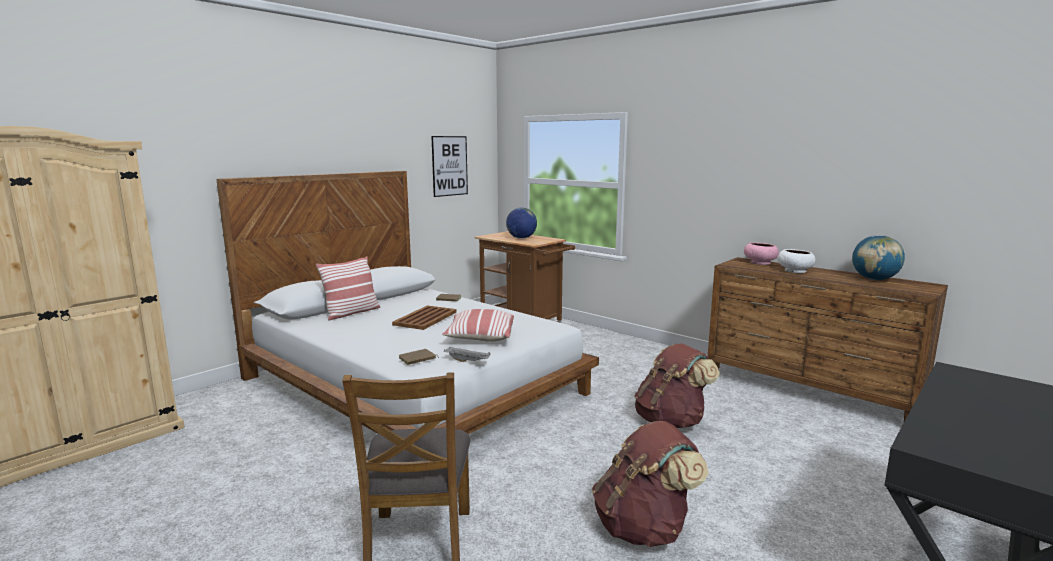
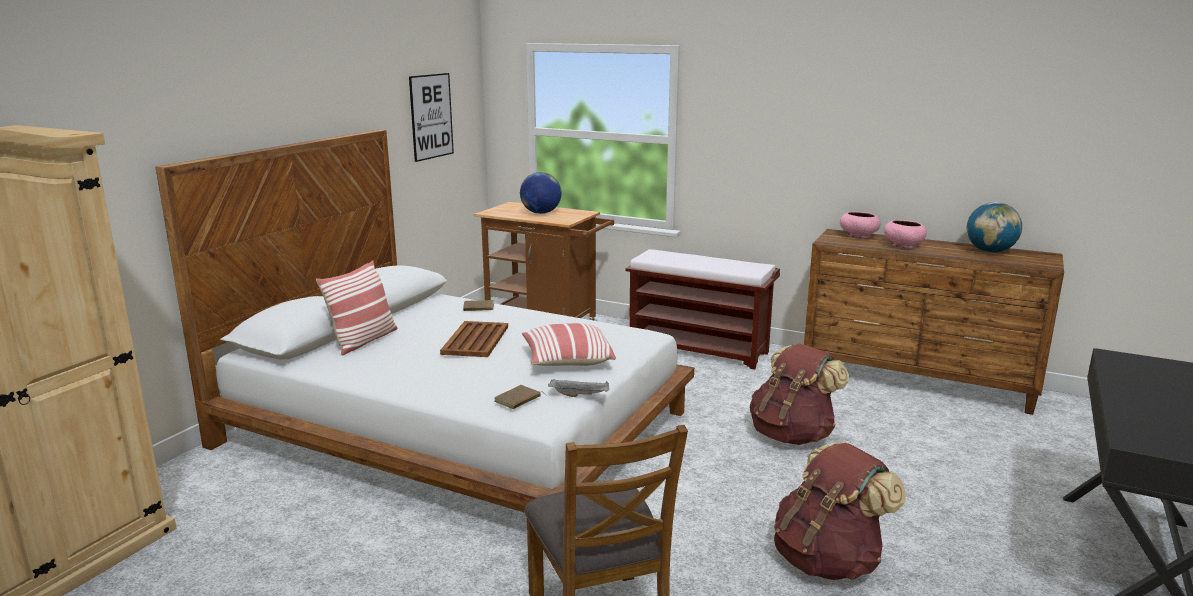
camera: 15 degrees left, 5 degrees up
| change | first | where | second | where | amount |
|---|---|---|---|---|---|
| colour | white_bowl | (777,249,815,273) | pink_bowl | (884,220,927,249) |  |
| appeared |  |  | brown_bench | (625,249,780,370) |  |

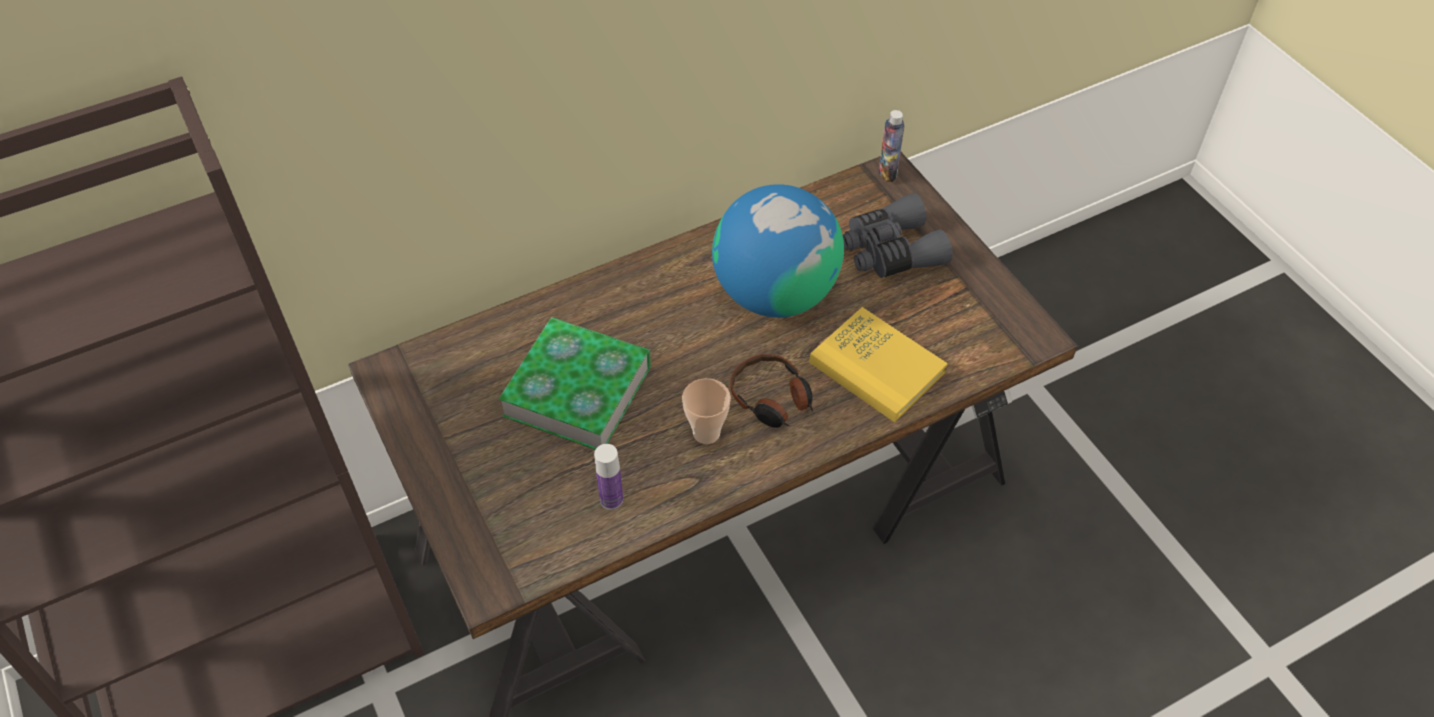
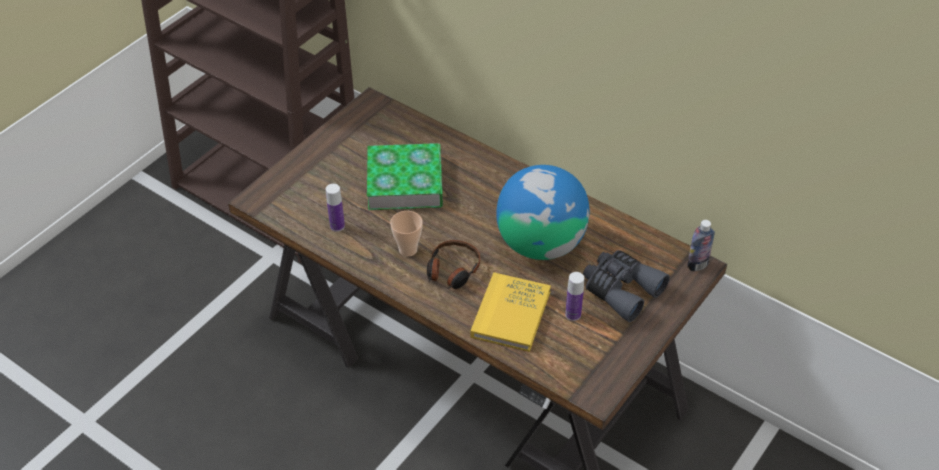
camera: 65 degrees right, 5 degrees down
| change | first | where | second | where | amount |
|---|---|---|---|---|---|
| appeared |  |  | bottle | (565,272,584,321) |  |

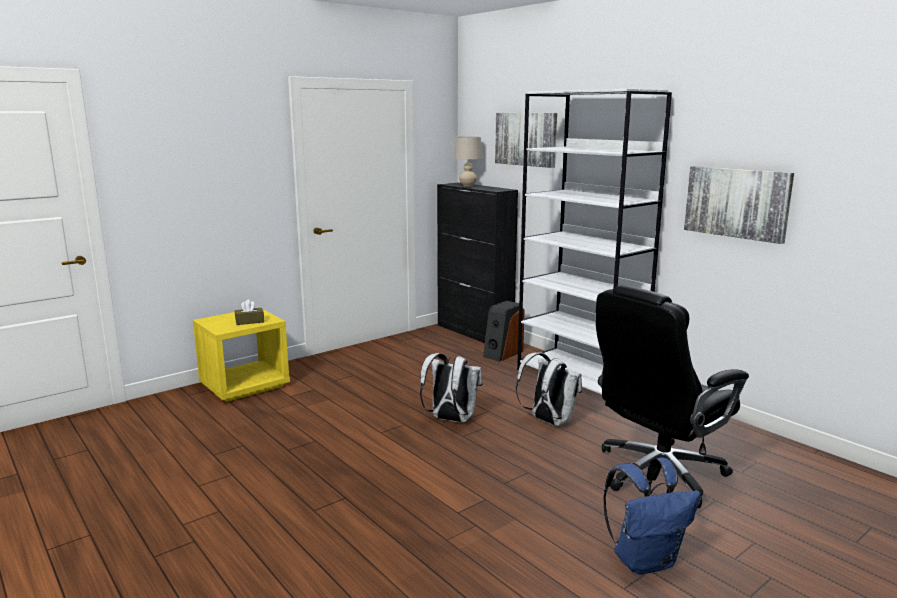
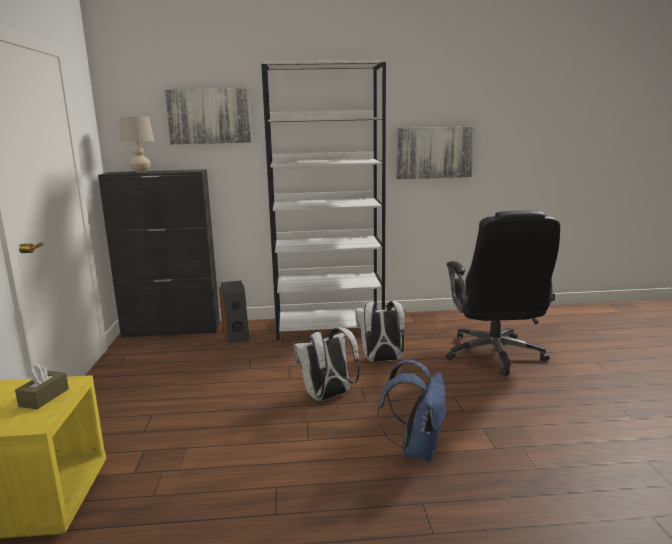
camera: 55 degrees left, 0 degrees up
| change | first | where | second | where | amount |
|---|---|---|---|---|---|
| relocated | blue_backpack | (603,458,701,575) |  | (377,360,447,462) |  |

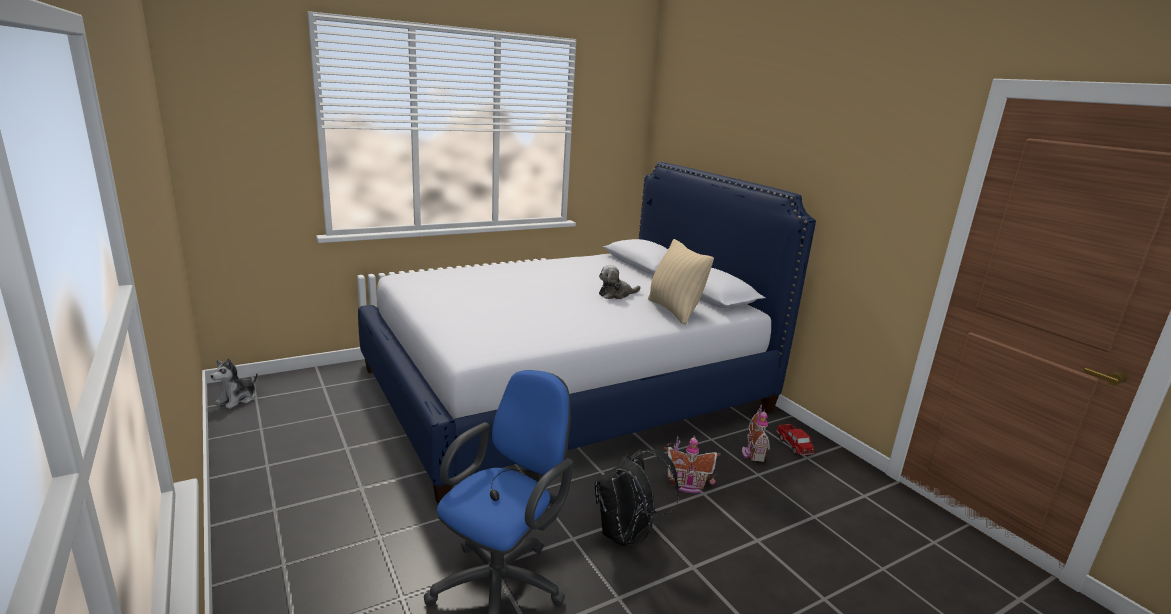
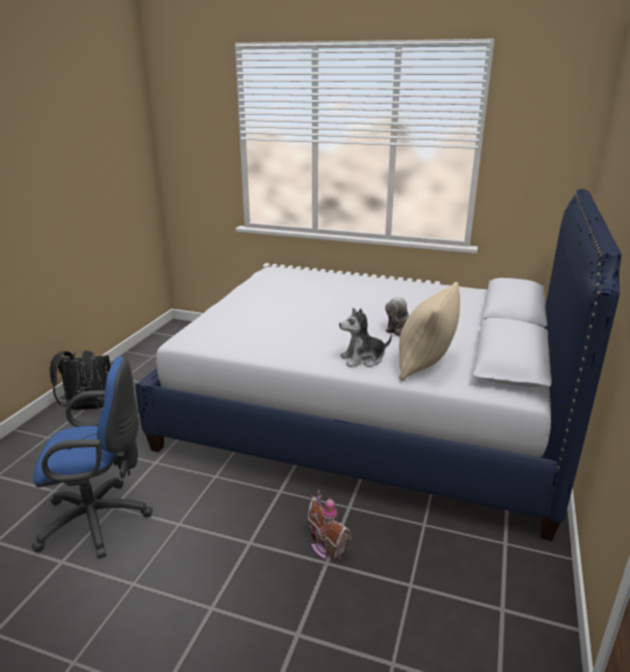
camera: 50 degrees right, 5 degrees up
| change | first | where | second | where | amount |
|---|---|---|---|---|---|
| relocated | plush_toy | (211,358,258,409) |  | (339,308,392,367) |  |
| relocated | black_backpack | (595,449,679,546) |  | (50,350,111,410) |  |
| missing | toy_house | (742,404,770,462) |  |  |  |
| missing | toy_truck | (776,424,814,455) |  |  |  |

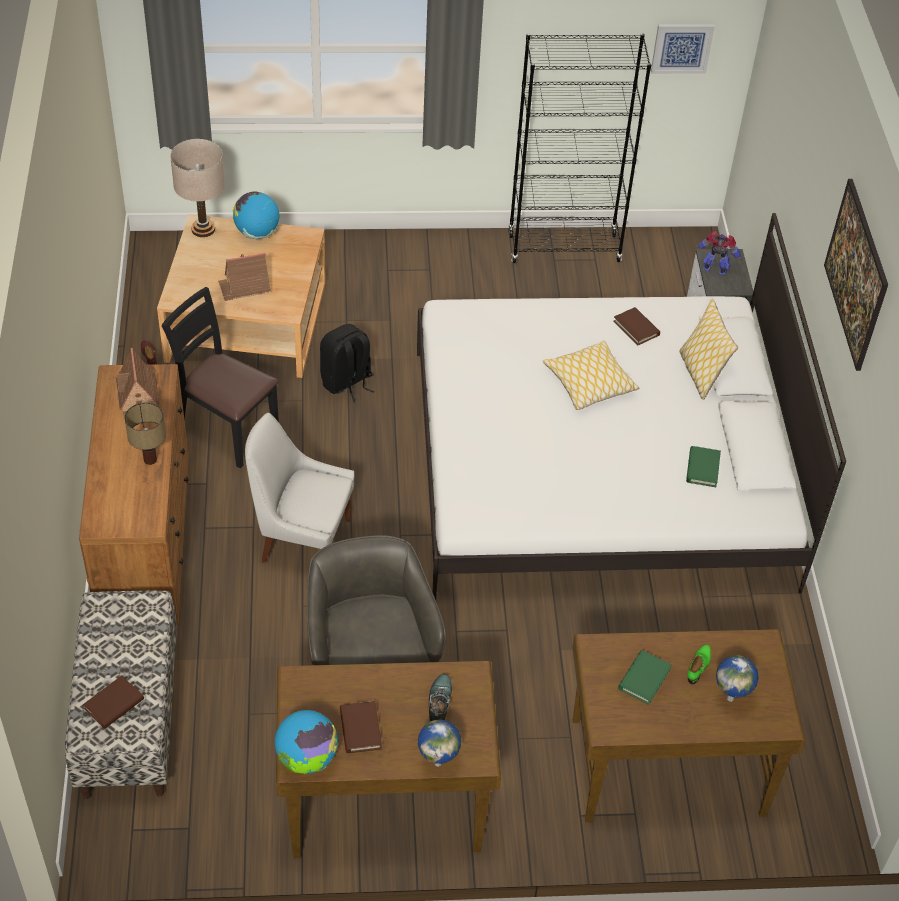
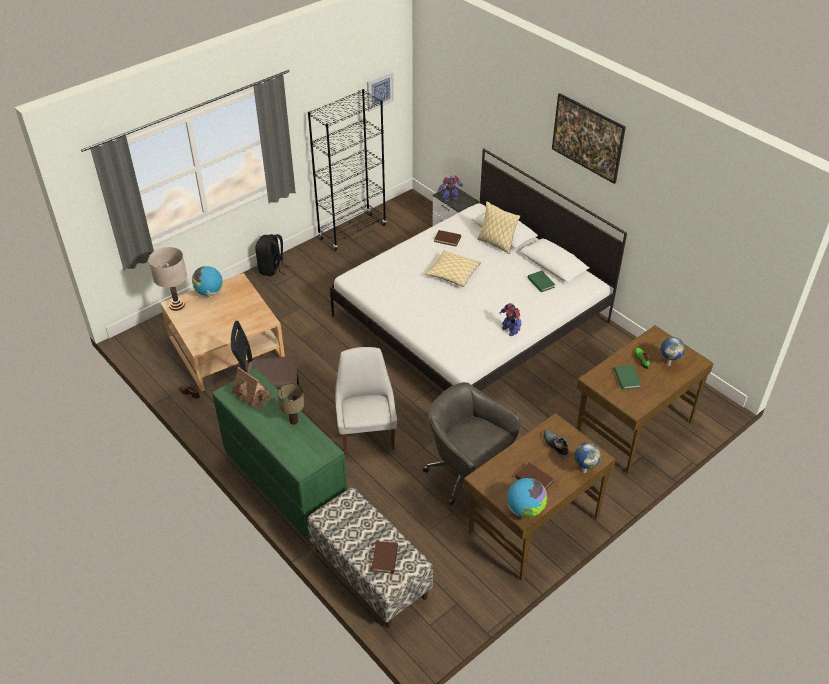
camera: 35 degrees left, 5 degrees down
| change | first | where | second | where | amount |
|---|---|---|---|---|---|
| colour | brown_dresser | (79,364,189,625) | green_dresser | (212,368,347,540) |  |
| missing | toy_house | (218,253,270,301) |  |  |  |
| spun | white_chair | (245,413,354,563) |  | (335,347,397,455) | 105 degrees clockwise |
| relocated | black_backpack | (320,324,374,402) |  | (255,234,290,277) |  |
| appeared |  |  | toy_robot | (499,303,521,336) |  |

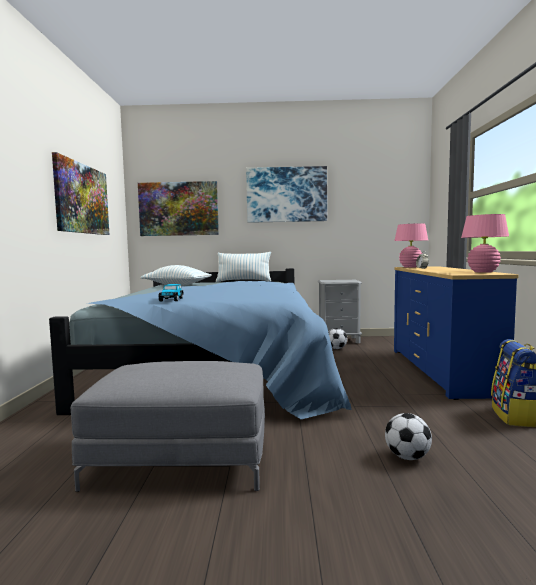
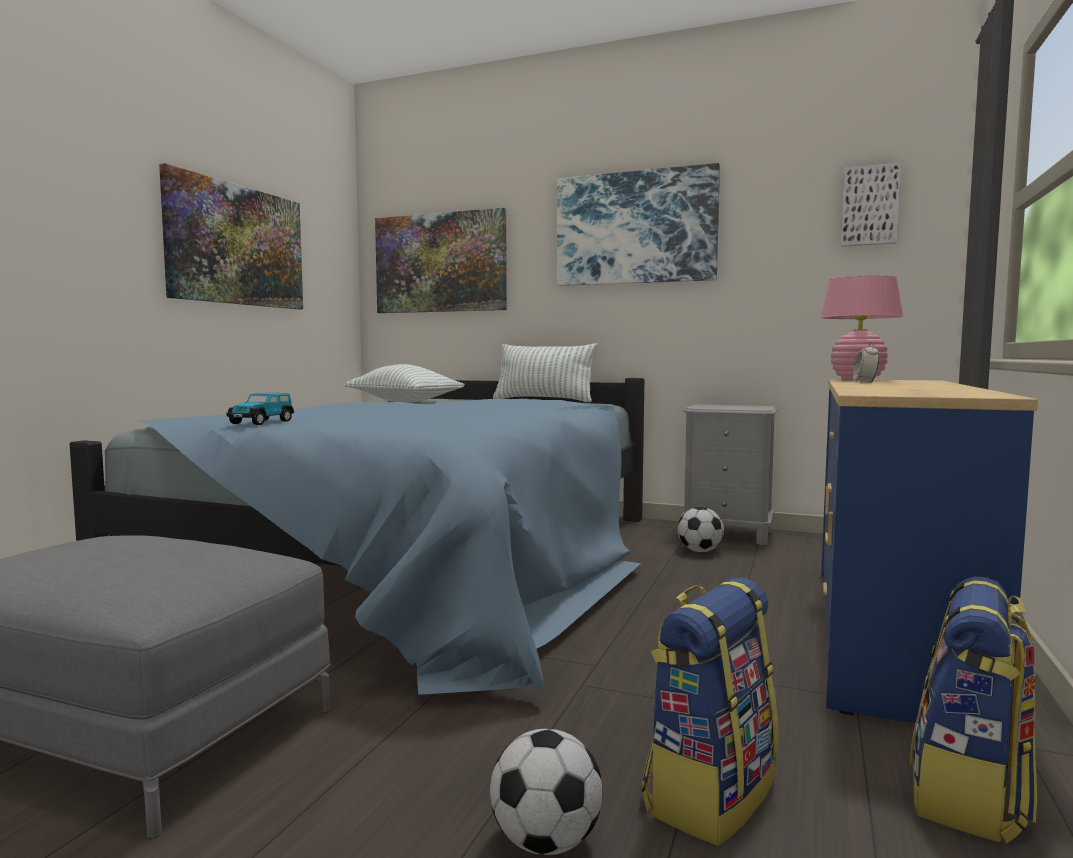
camera: 20 degrees right, 0 degrees up
| change | first | where | second | where | amount |
|---|---|---|---|---|---|
| missing | pink_table_lamp | (461,214,509,273) |  |  |  |
| appeared |  |  | backpack | (641,578,779,846) |  |
| appeared |  |  | picture | (841,163,901,246) |  |

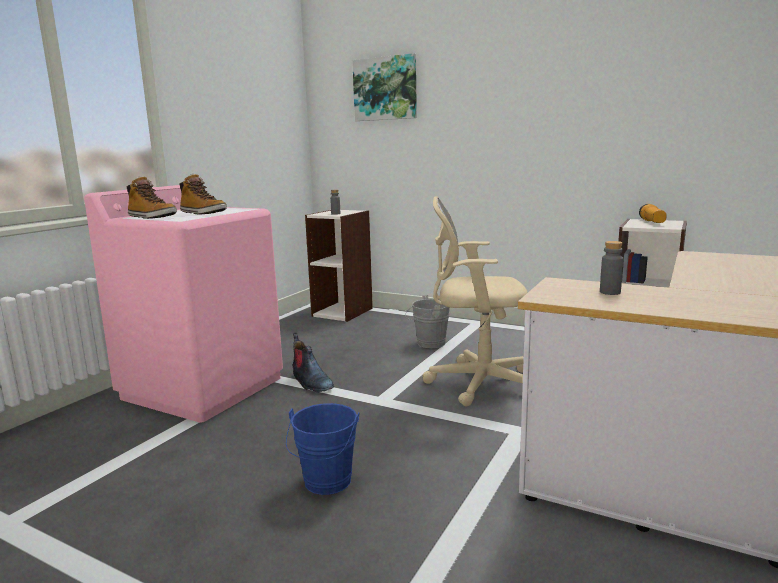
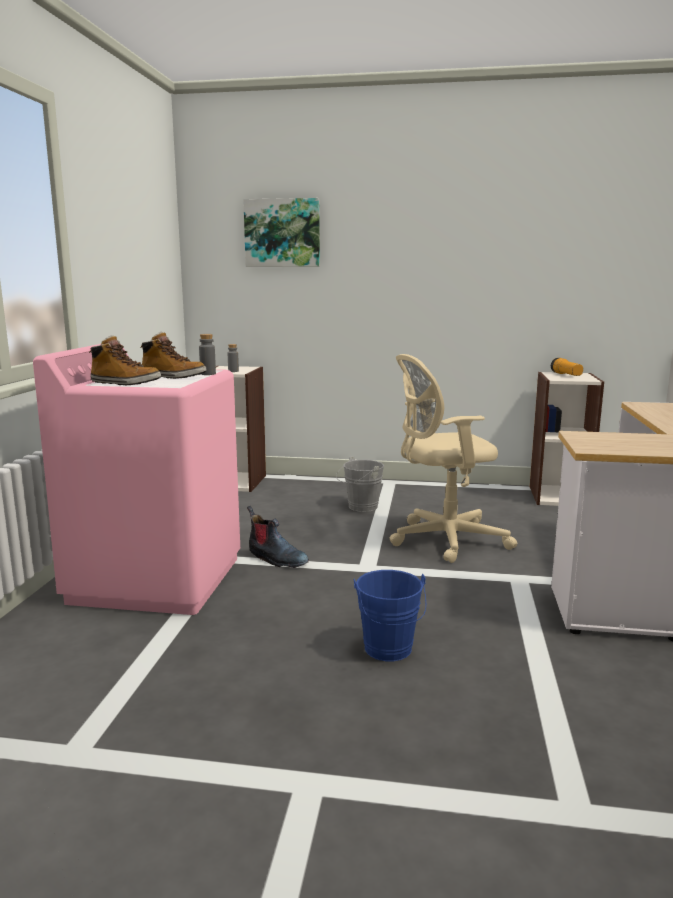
camera: 20 degrees left, 0 degrees up
| change | first | where | second | where | amount |
|---|---|---|---|---|---|
| relocated | grey_bottle | (600,241,623,295) |  | (199,334,216,375) |  |

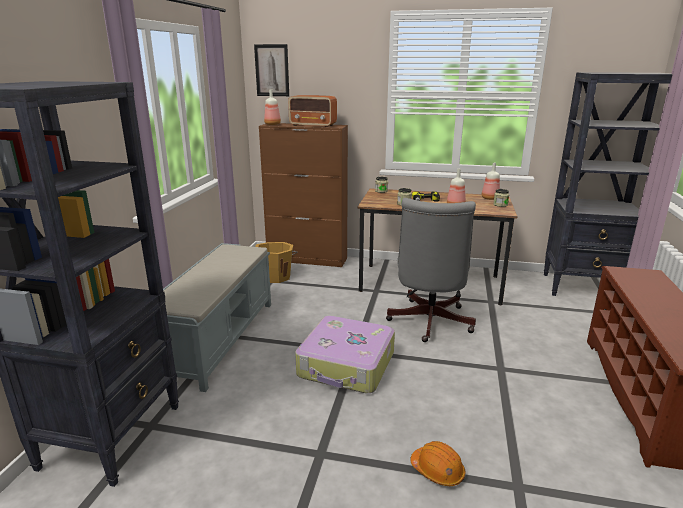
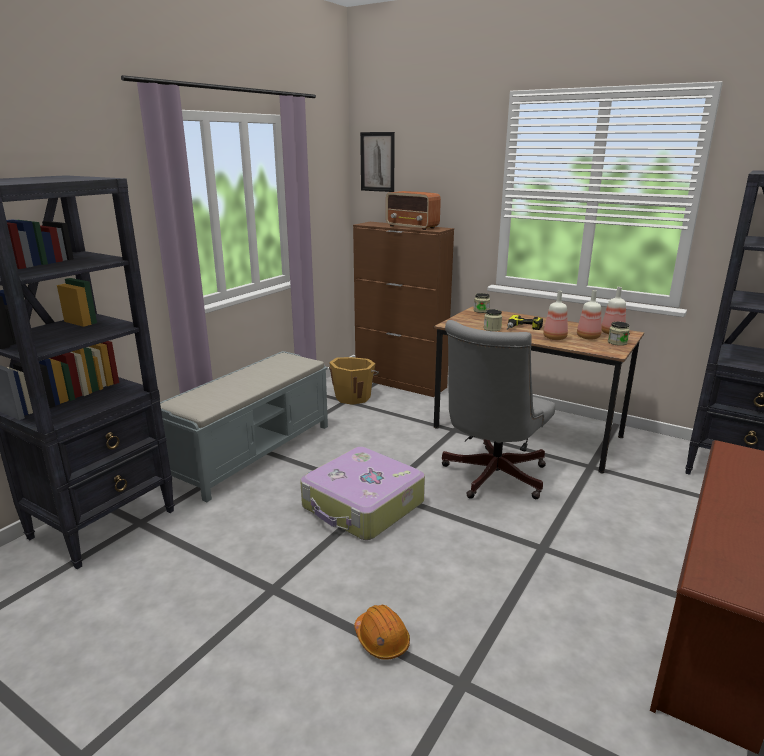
camera: 20 degrees right, 0 degrees up
| change | first | where | second | where | amount |
|---|---|---|---|---|---|
| relocated | bottle | (264,90,281,125) |  | (577,290,602,340) |  |

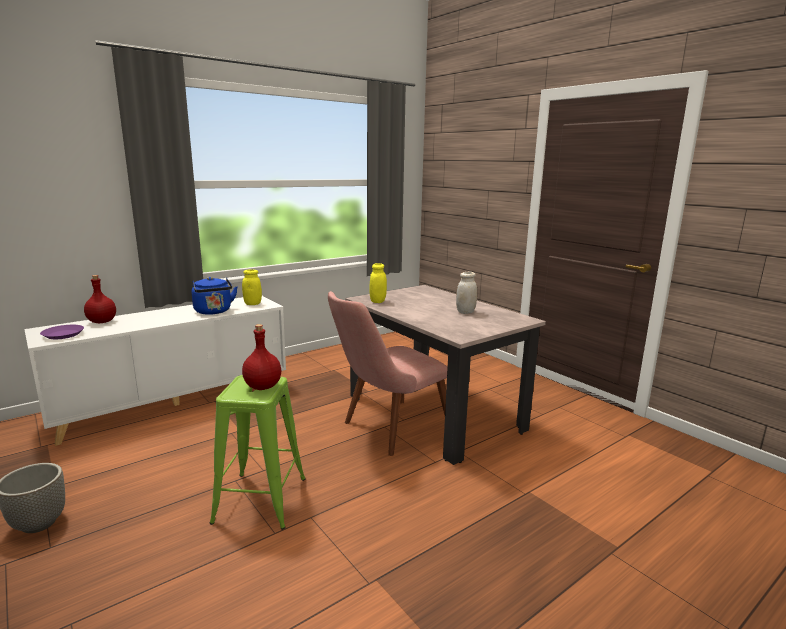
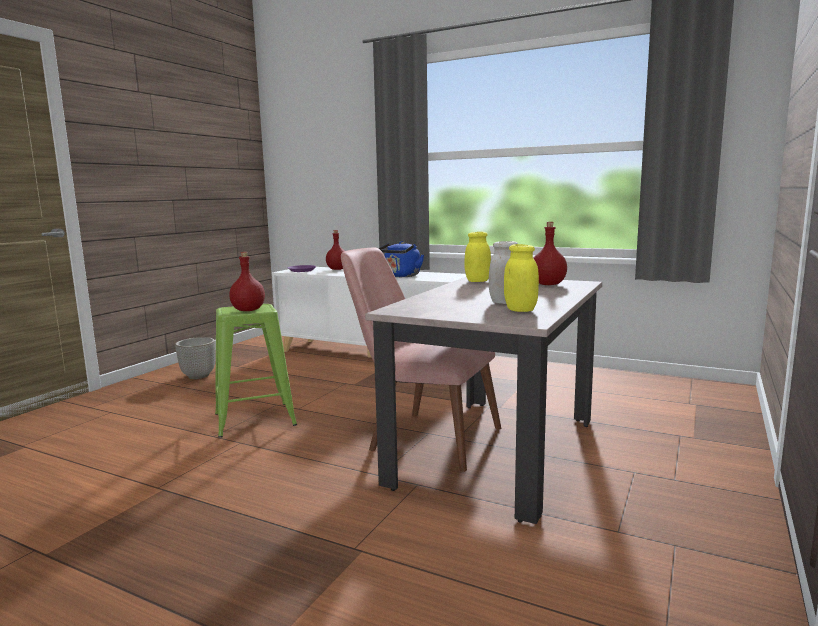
camera: 65 degrees right, 5 degrees down
| change | first | where | second | where | amount |
|---|---|---|---|---|---|
| relocated | yellow_jar | (242,269,262,305) |  | (504,244,539,312) |  |
| appeared |  |  | red_bottle | (533,222,567,285) |  |

